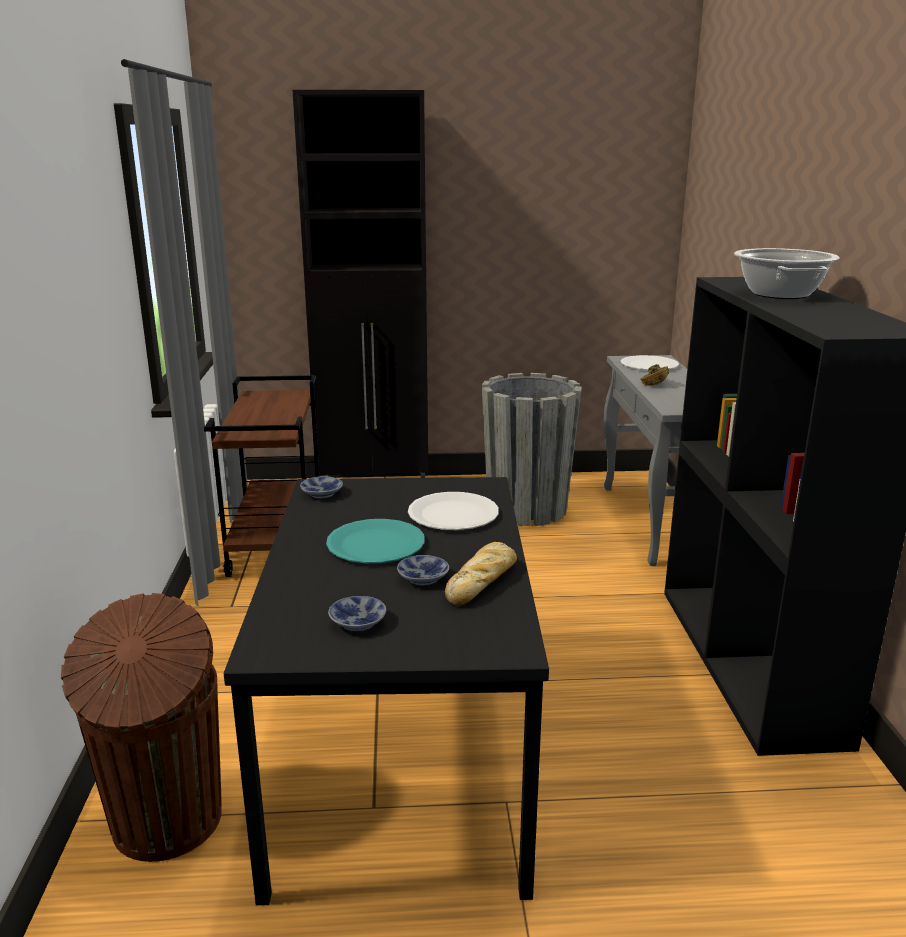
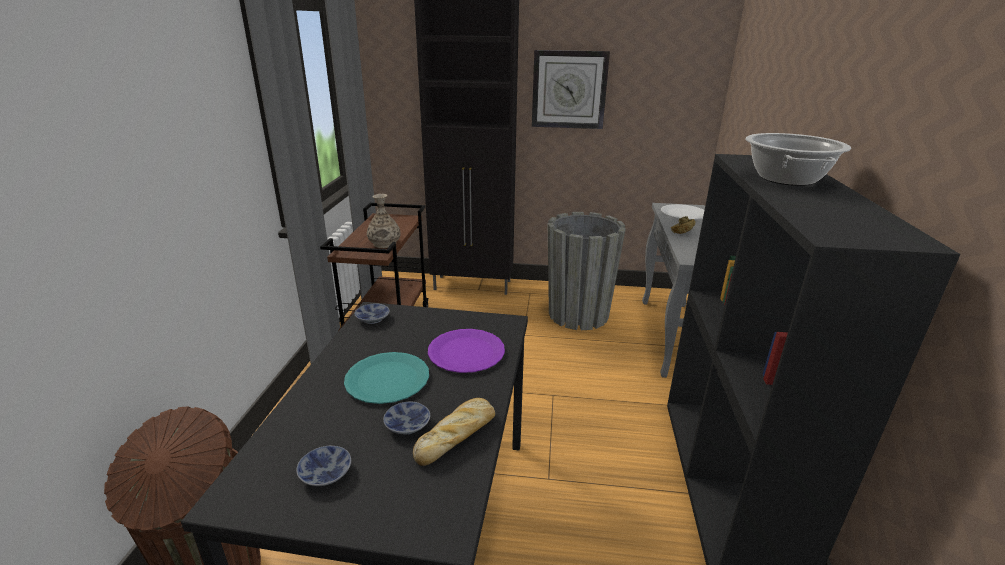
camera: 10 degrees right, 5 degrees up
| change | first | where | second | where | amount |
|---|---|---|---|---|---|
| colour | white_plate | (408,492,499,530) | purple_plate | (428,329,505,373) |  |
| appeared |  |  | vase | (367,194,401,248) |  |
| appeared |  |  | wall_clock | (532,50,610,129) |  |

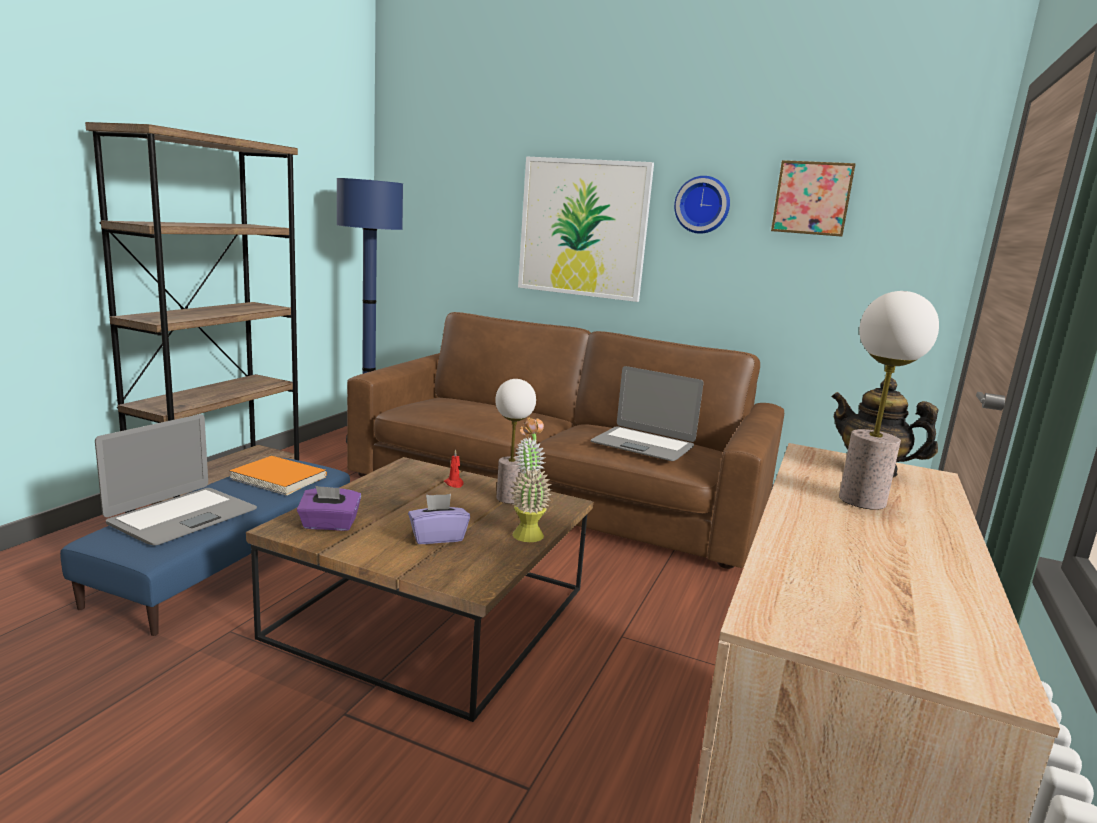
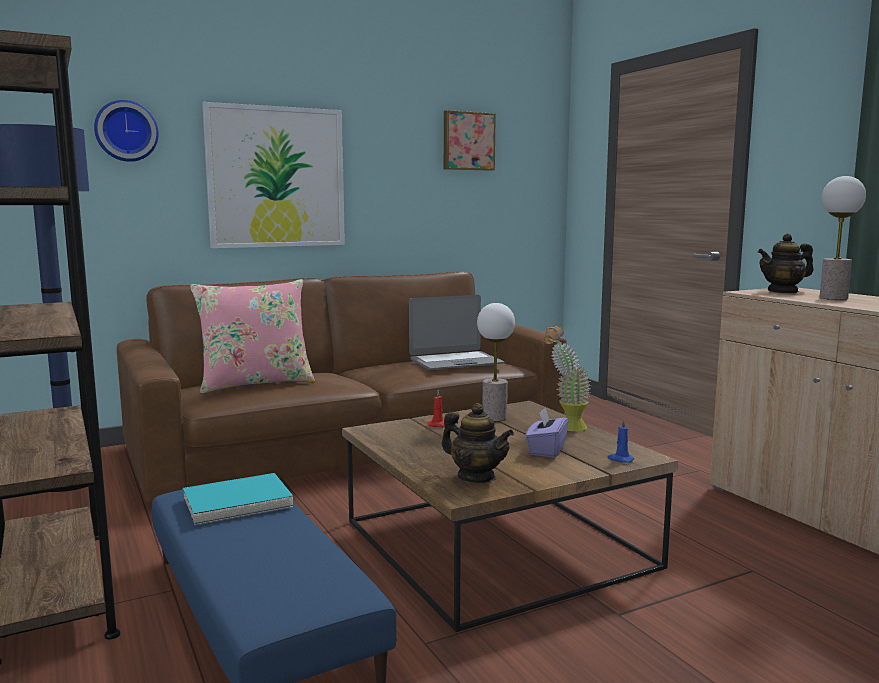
camera: 50 degrees left, 5 degrees down
| change | first | where | second | where | amount |
|---|---|---|---|---|---|
| missing | laptop | (95,414,257,546) |  |  |  |
| colour | orange_book | (229,456,327,496) | turquoise_book | (183,473,293,525) |  |
| exchanged | purple_tissue_box | (297,486,361,531) | teapot | (442,403,514,483) |  |
| relocated | wall_clock | (674,176,730,234) |  | (94,100,159,162) |  |
| appeared |  |  | pink_pillow | (190,279,315,393) |  |
| appeared |  |  | blue_candle | (608,418,634,463) |  |

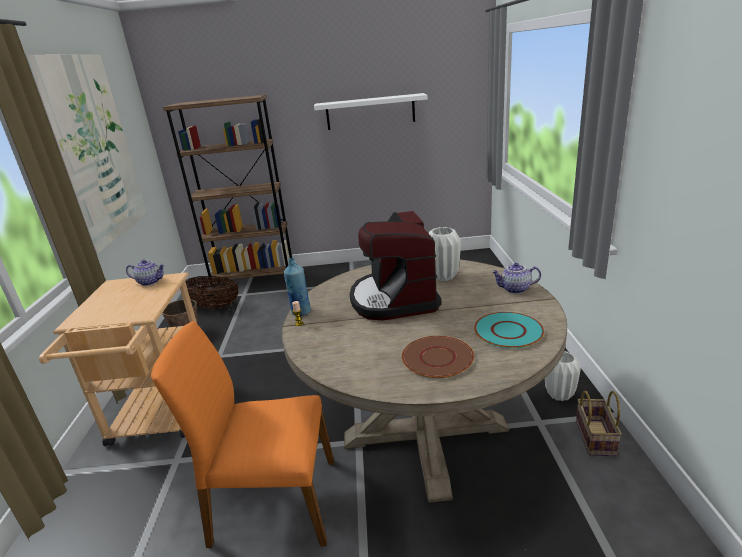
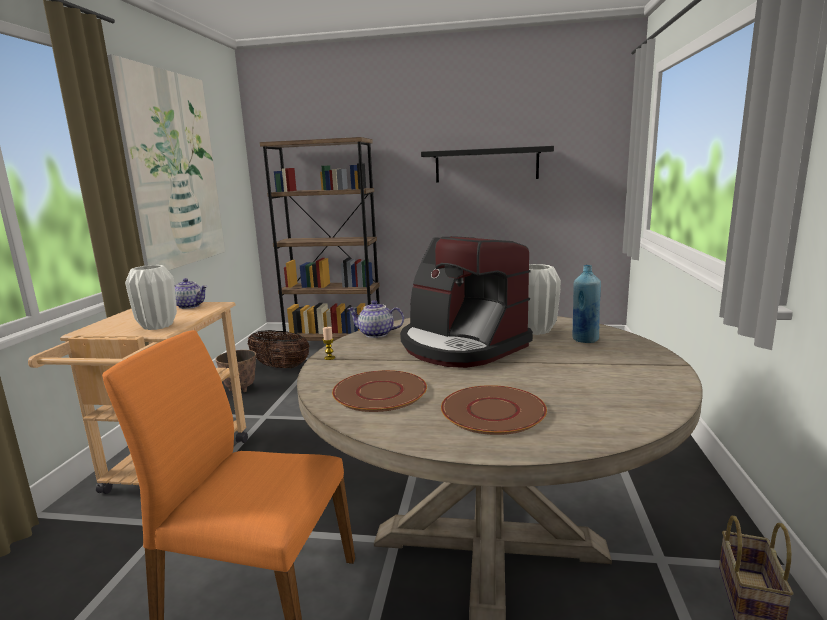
camera: 10 degrees right, 10 degrees down
| change | first | where | second | where | amount |
|---|---|---|---|---|---|
| relocated | blue_bottle | (284,258,311,316) |  | (572,265,601,343) |  |
| colour | white_shelf | (314,93,428,130) | black_shelf | (421,146,554,183) |  |
| spun | coffee_machine | (349,211,441,320) |  | (400,236,533,368) | 45 degrees counterclockwise |
| missing | turquoise_plate | (474,312,544,349) |  |  |  |
| relocated | teapot | (491,263,541,294) |  | (348,300,404,338) |  |
| relocated | white_vase | (545,351,581,401) |  | (125,265,177,330) |  |
| appeared |  |  | brown_plate | (332,370,427,412) |  |

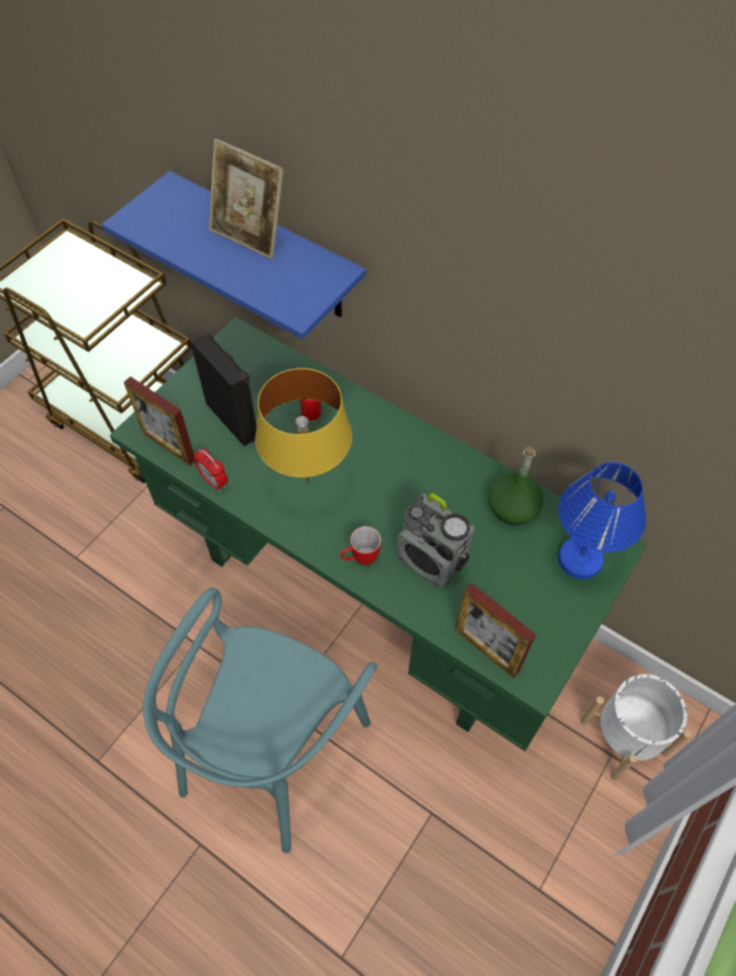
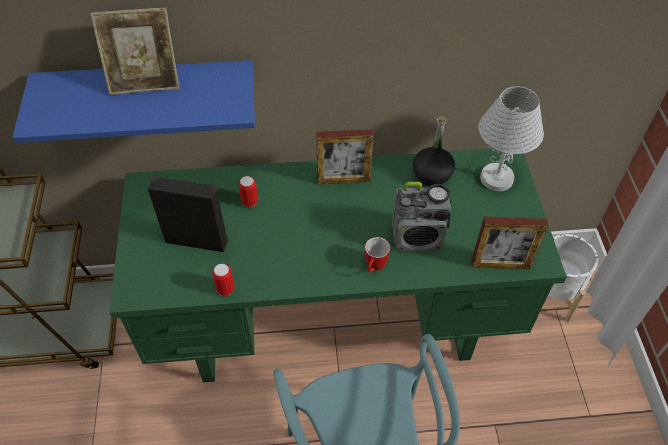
camera: 40 degrees left, 5 degrees down
| change | first | where | second | where | amount |
|---|---|---|---|---|---|
| relocated | picture_frame | (124,376,195,466) |  | (316,130,374,184) |  |
| exchanged | alarm_clock | (194,449,228,491) | can | (212,264,235,296) |  |
| missing | yellow_table_lamp | (255,368,352,484) |  |  |  |
| colour | green_bottle | (489,447,544,525) | black_bottle | (413,116,455,186) |  |
| colour | blue_table_lamp | (558,462,646,579) | white_table_lamp | (479,86,544,191) |  |

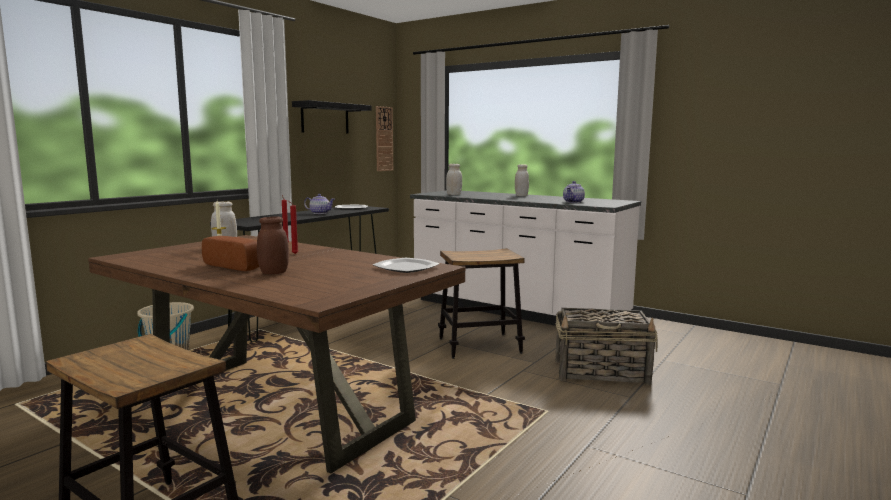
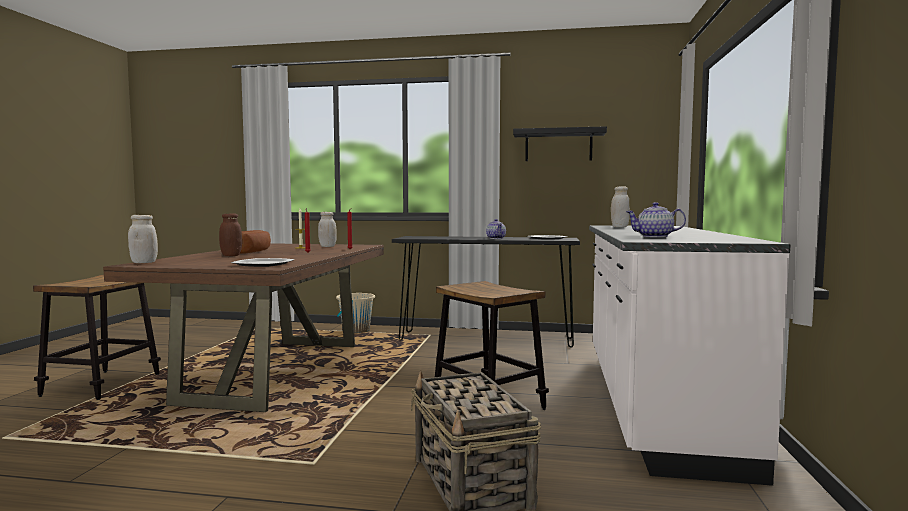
camera: 65 degrees right, 5 degrees down
| change | first | where | second | where | amount |
|---|---|---|---|---|---|
| missing | wall_clock | (376,106,393,171) |  |  |  |
| relocated | white_jar | (515,164,529,196) |  | (128,215,158,263) |  |

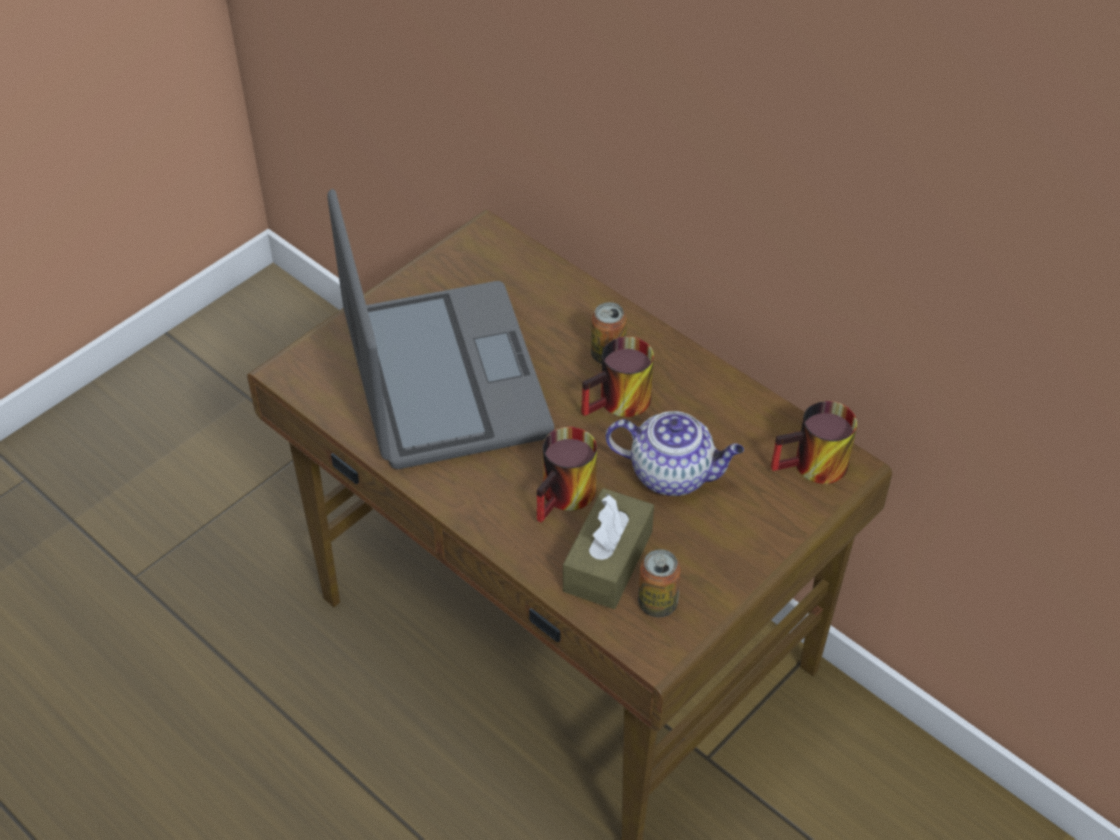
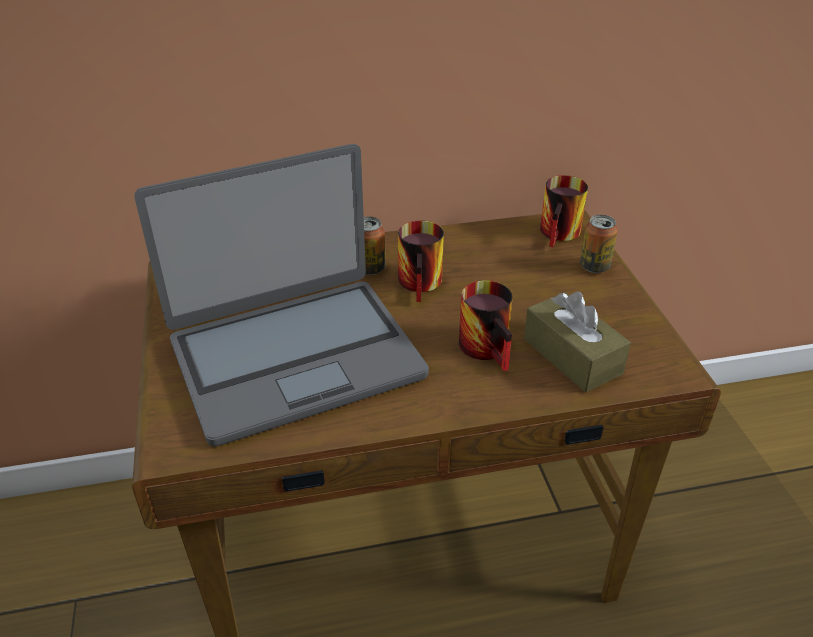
camera: 55 degrees left, 10 degrees down
| change | first | where | second | where | amount |
|---|---|---|---|---|---|
| spun | laptop | (327,189,554,469) |  | (134,144,429,447) | 135 degrees clockwise |
| missing | teapot | (606,411,744,496) |  |  |  |
| relocated | can | (638,549,681,617) |  | (580,215,618,273) |  |

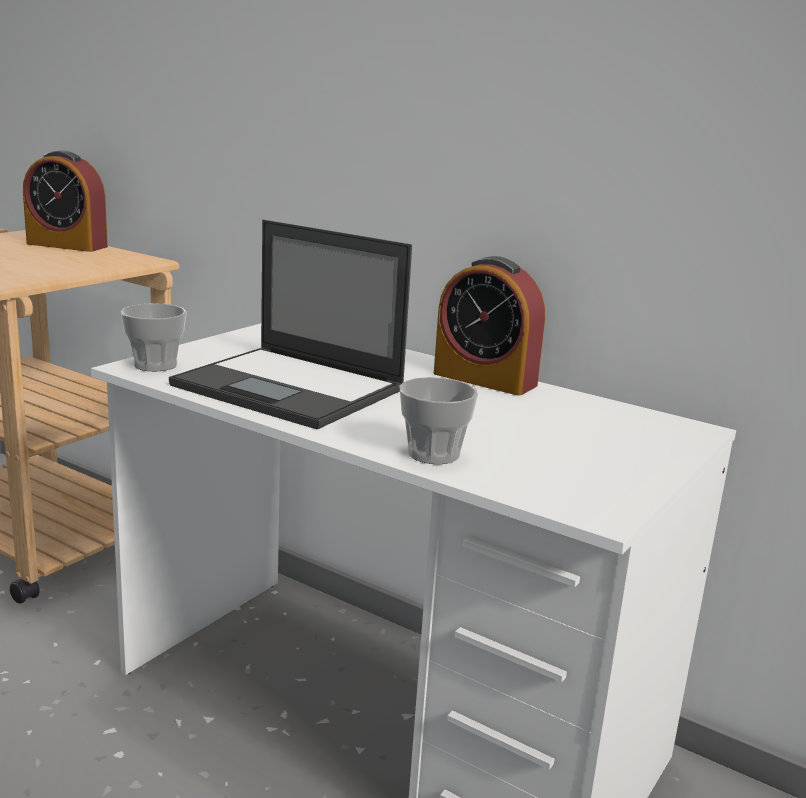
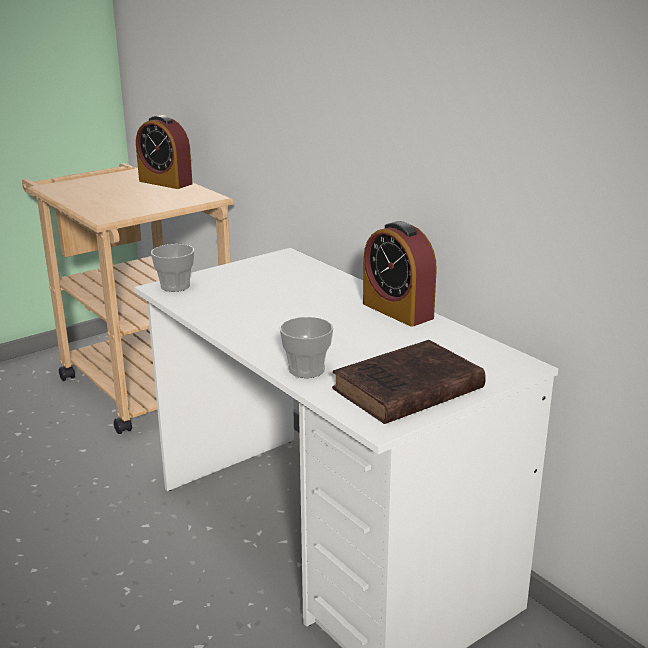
camera: 20 degrees right, 5 degrees up
| change | first | where | second | where | amount |
|---|---|---|---|---|---|
| missing | laptop | (169,220,412,430) |  |  |  |
| appeared |  |  | brown_book | (332,340,486,424) |  |

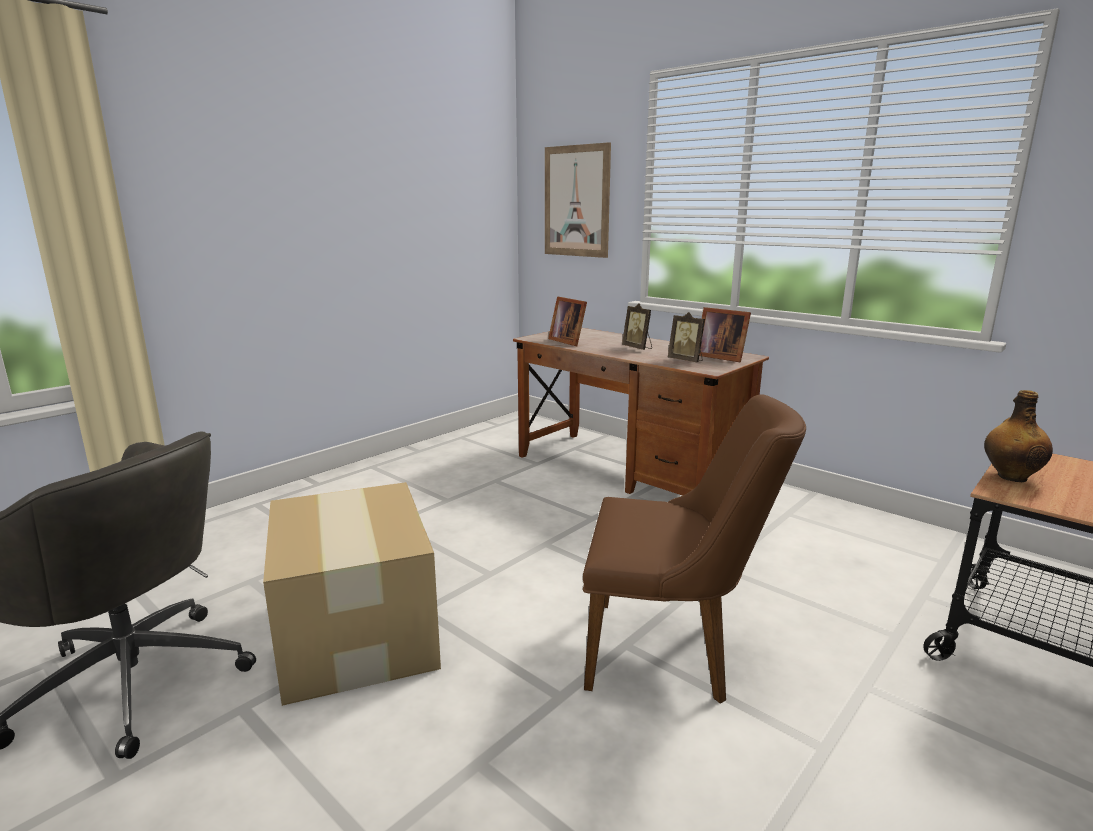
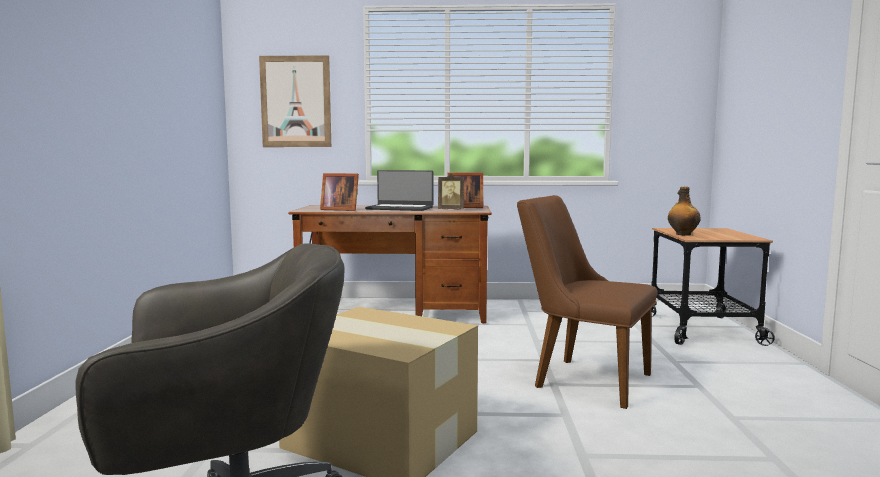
camera: 40 degrees left, 10 degrees down
| change | first | where | second | where | amount |
|---|---|---|---|---|---|
| spun | brown_chair | (583,394,806,704) |  | (517,195,657,409) | 120 degrees counterclockwise |
| exchanged | picture_frame | (622,304,652,350) | laptop | (365,170,433,211) |  |

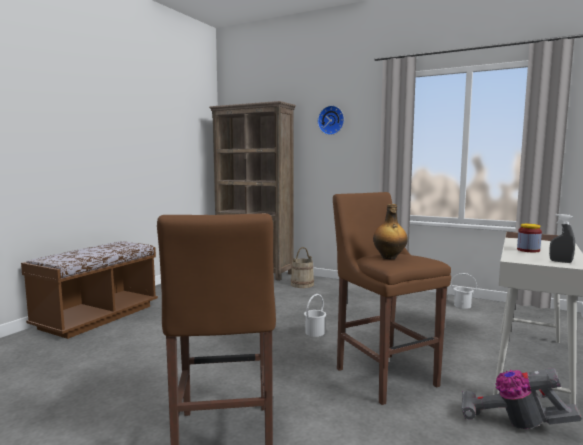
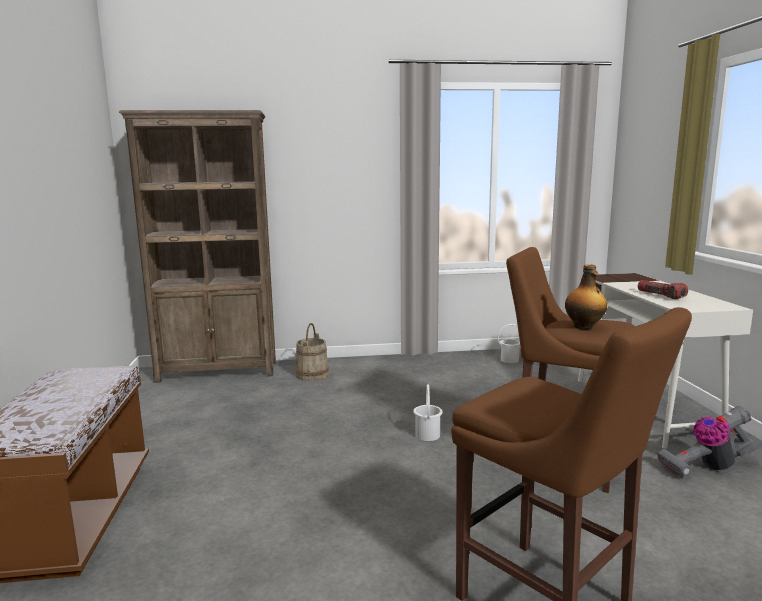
camera: 35 degrees left, 5 degrees up
| change | first | where | second | where | amount |
|---|---|---|---|---|---|
| missing | wall_clock | (318,106,344,135) |  |  |  |
| exchanged | jar | (517,224,542,252) | flashlight | (638,280,688,299) |  |
| missing | grey_spray_bottle | (549,214,575,263) |  |  |  |

